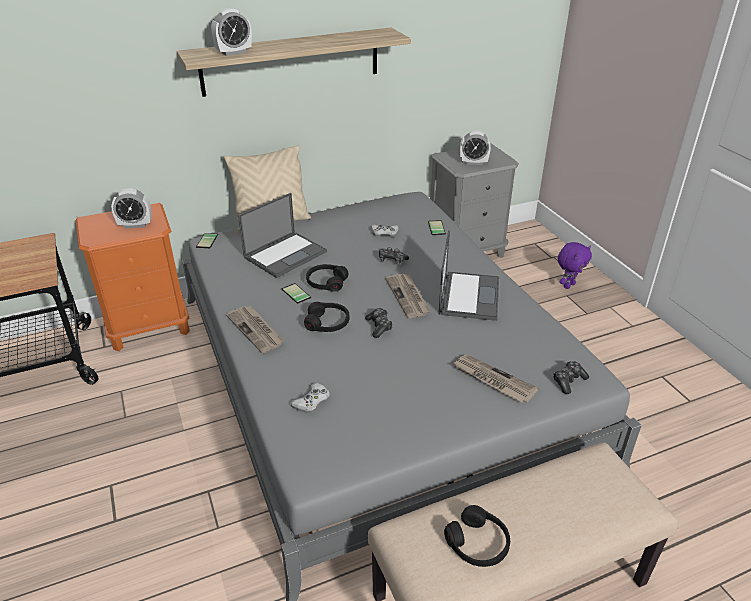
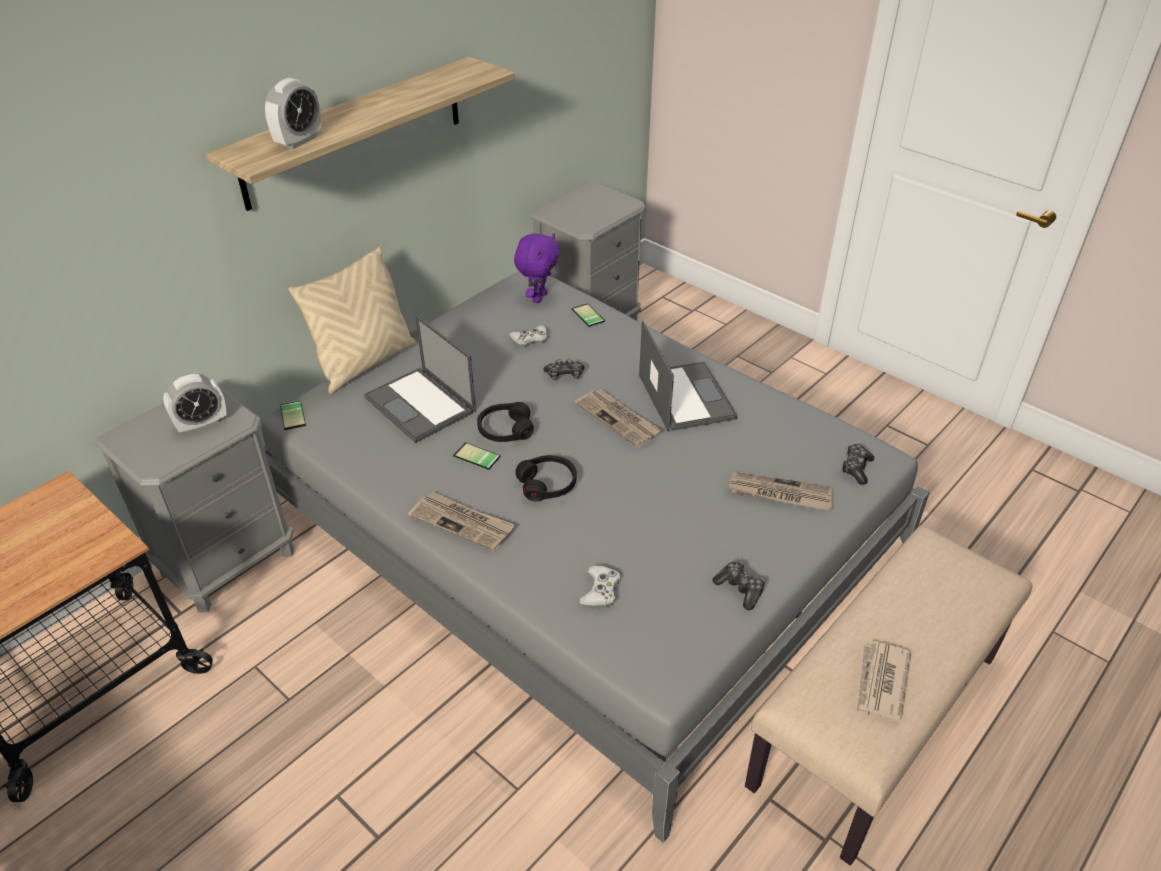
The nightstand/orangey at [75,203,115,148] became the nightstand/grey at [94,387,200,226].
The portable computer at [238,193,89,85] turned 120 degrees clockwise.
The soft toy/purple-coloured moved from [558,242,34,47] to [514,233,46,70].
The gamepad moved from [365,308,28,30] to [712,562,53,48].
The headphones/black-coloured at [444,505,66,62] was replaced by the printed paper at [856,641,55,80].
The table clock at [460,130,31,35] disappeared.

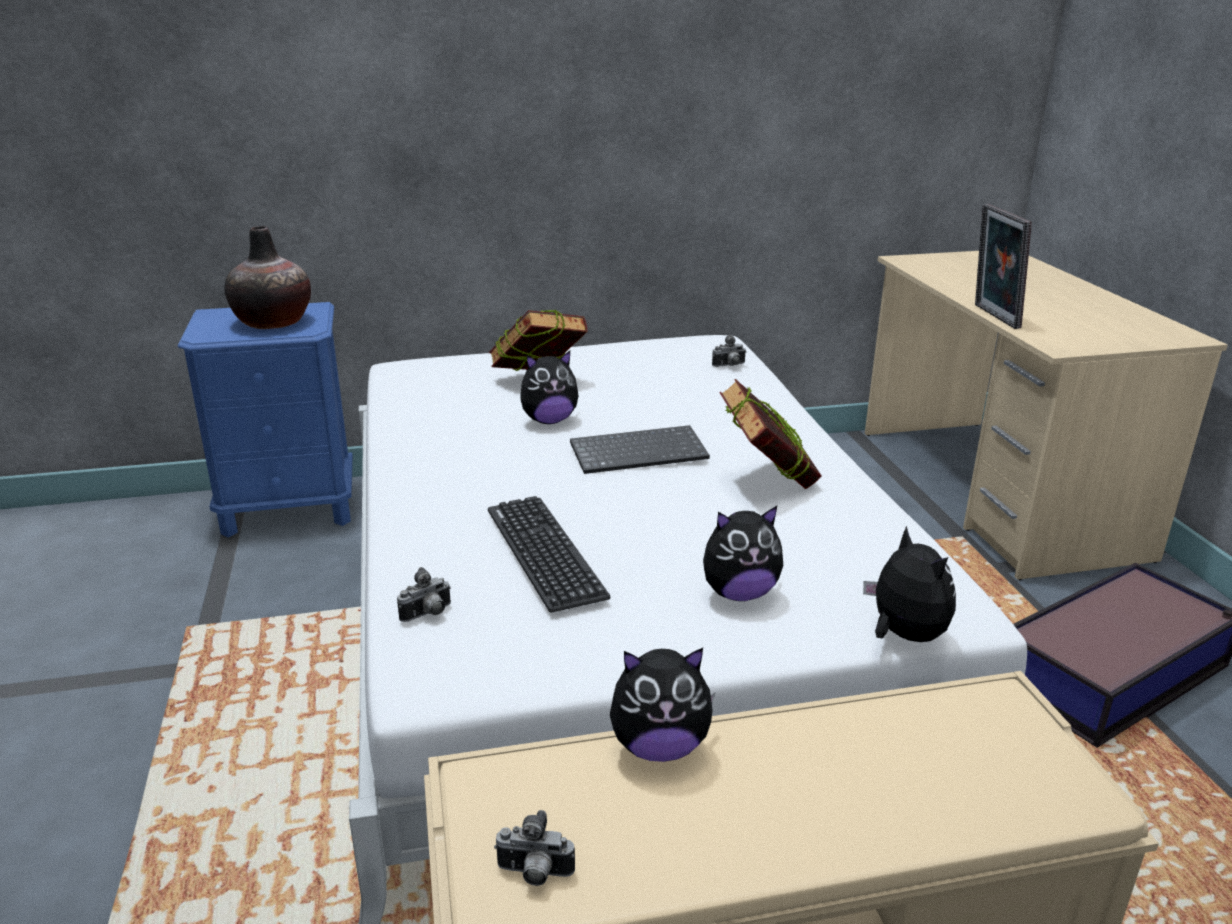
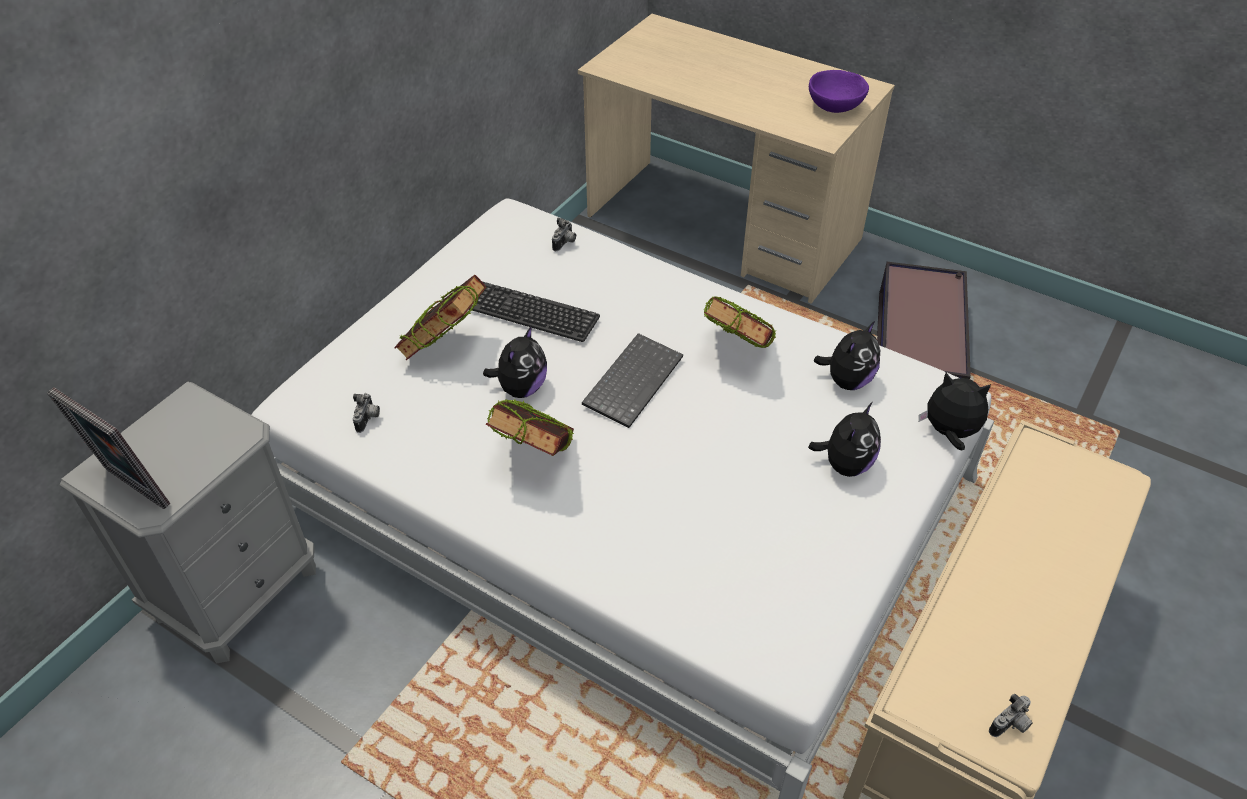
The picture frame moved from [975,204,57,125] to [47,387,123,122].
The nightstand/bluish at [178,302,175,235] became the nightstand/grey at [60,382,256,281].
The still camera moved from [397,567,54,55] to [353,393,27,40].
The PC keyboard moved from [488,496,122,116] to [469,281,131,61].
The bound book at [486,399,88,57] appeared.
The bowl/purple-coloured at [809,70,60,43] appeared.
The soft toy moved from [610,648,106,114] to [814,321,66,69].
The flower vase at [224,226,87,103] disappeared.

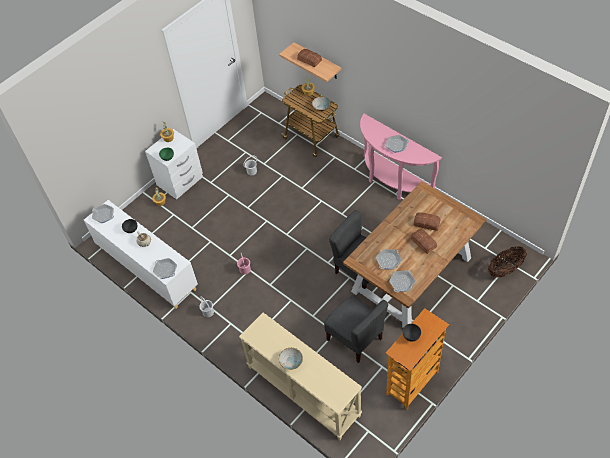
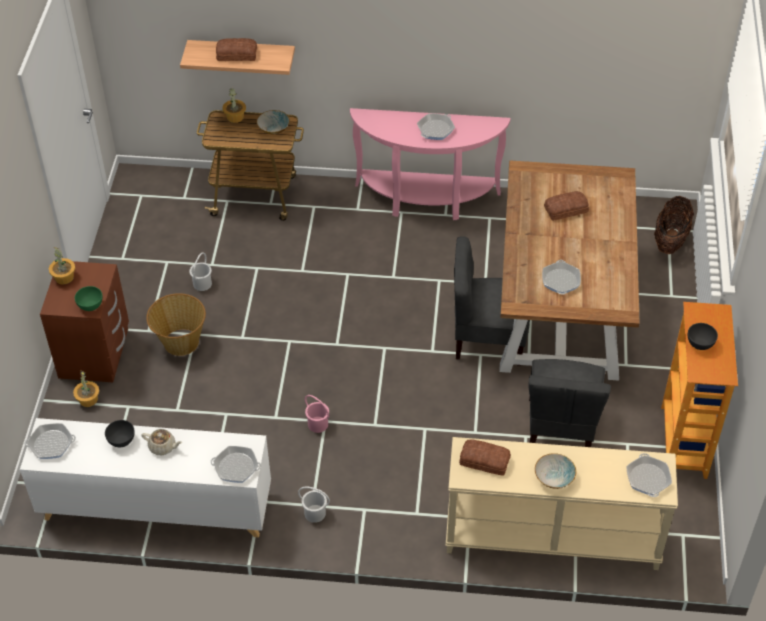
The nightstand/white at [145,129,58,70] became the nightstand/brown at [40,261,89,121].
The basket at [146,293,60,63] appeared.
The bread moved from [410,229,27,25] to [459,440,52,35].
The plain chair/grey at [324,295,64,68] turned 90 degrees clockwise.
The pan moved from [389,270,26,22] to [626,453,46,44].

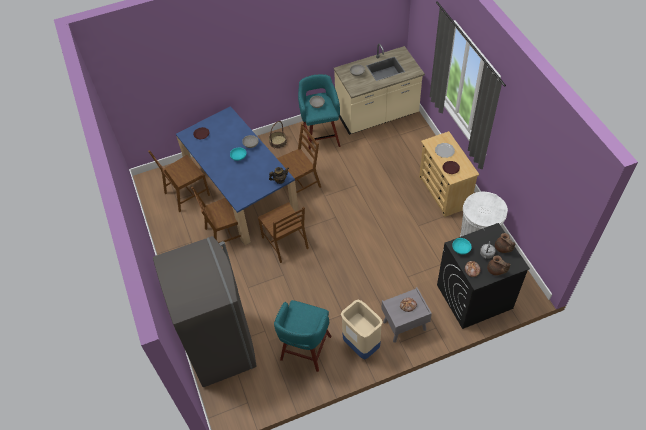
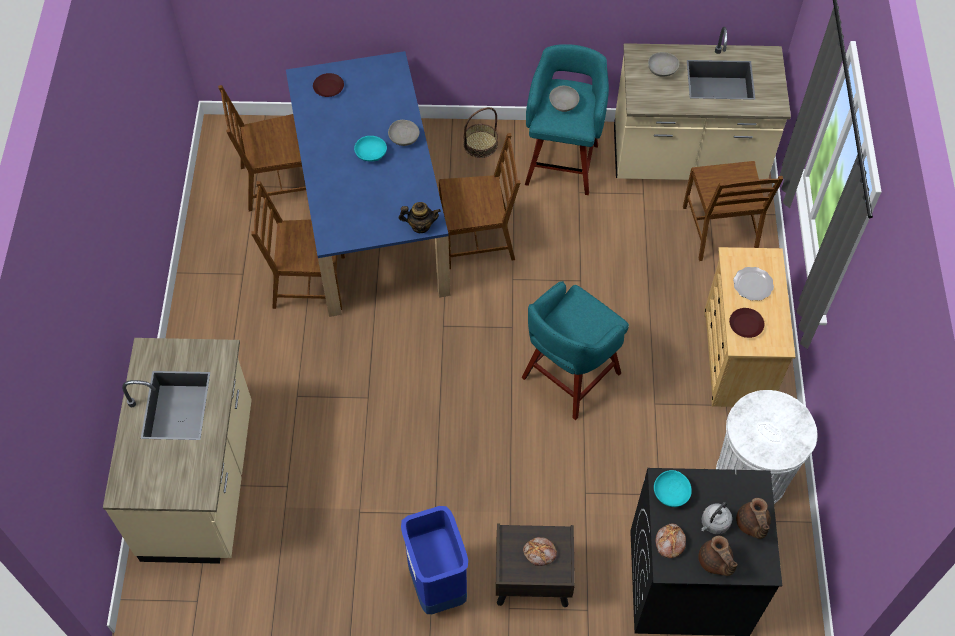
The fridge/grey at [153,236,103,151] was replaced by the kitchen counter/sand-coloured at [103,338,149,226].
The trash can/sand-coloured at [341,300,42,59] became the trash can/bluish at [401,506,67,108].
The nightstand/grey at [381,287,51,56] became the nightstand/brown at [496,523,79,84].
The stool seat/turquoise moved from [274,300,57,72] to [522,281,107,139].
The plain chair/brown moved from [258,202,51,61] to [683,161,100,100].

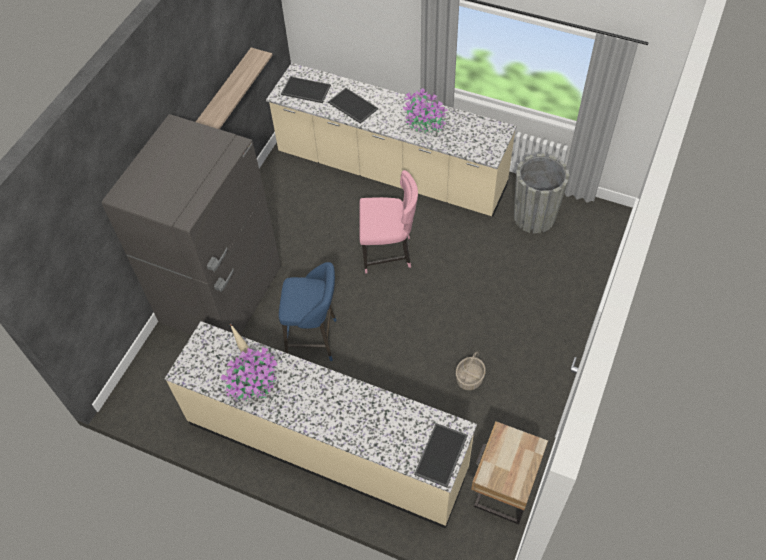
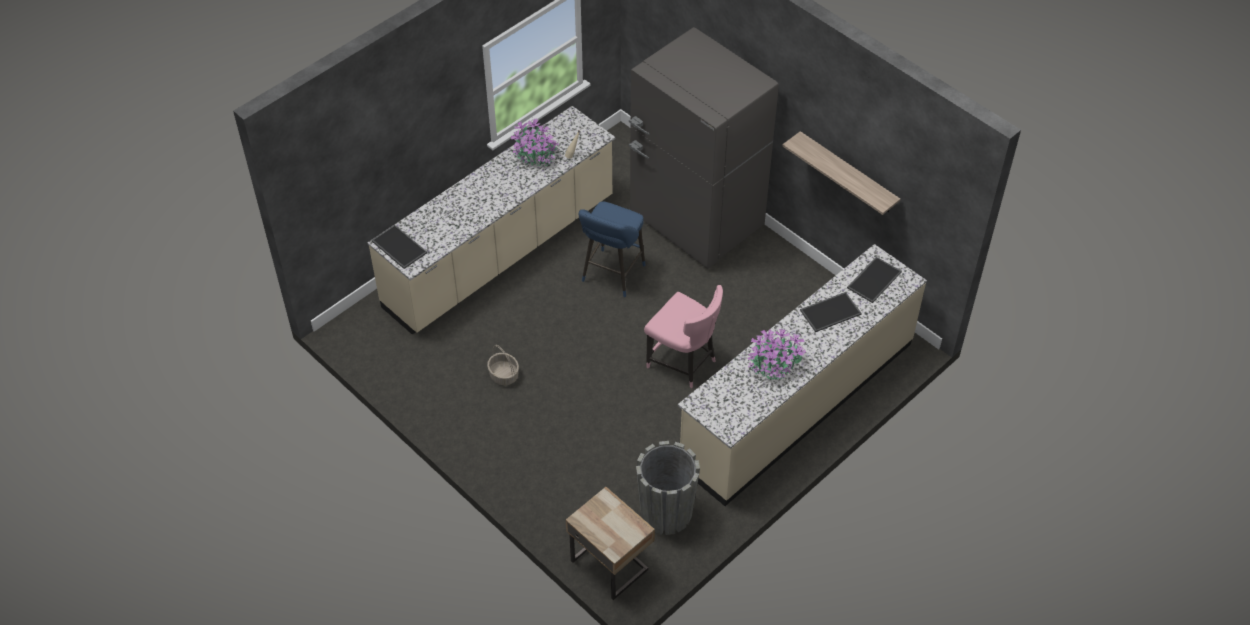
The nightstand/sand-coloured moved from [471,421,77,103] to [566,487,89,113].
The plain chair/pinkish at [360,170,58,103] turned 75 degrees counterclockwise.

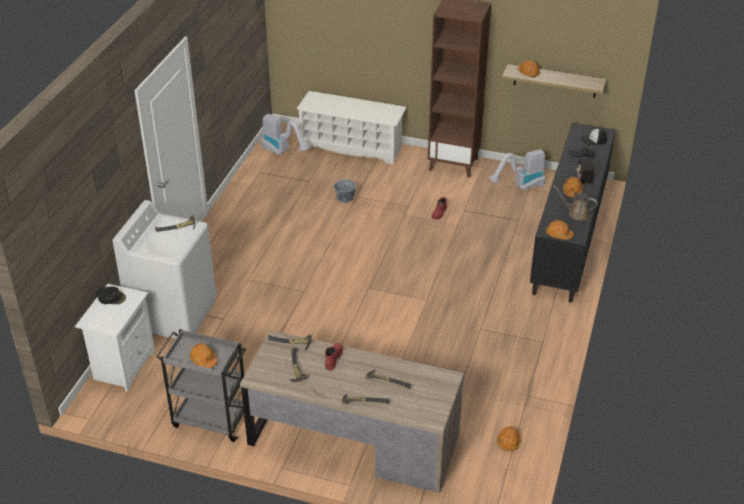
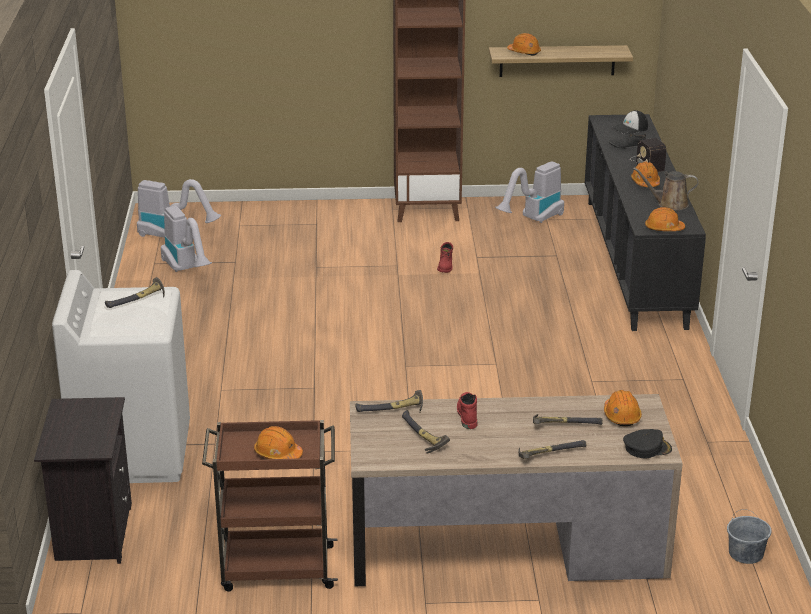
The nightstand/white at [75,284,80,108] became the nightstand/black-coloured at [34,397,98,167].
The vacuum at [161,206,51,66] appeared.
The wheeled cart/grey at [156,329,90,113] became the wheeled cart/brown at [202,420,136,172].
The hard hat/orangey moved from [497,426,24,25] to [604,390,38,36].
The cap/black-coloured moved from [96,286,30,18] to [623,429,49,30].
The pail/grey moved from [334,179,22,24] to [727,509,45,55].
The shoe shelf/white at [296,91,110,74] disappeared.

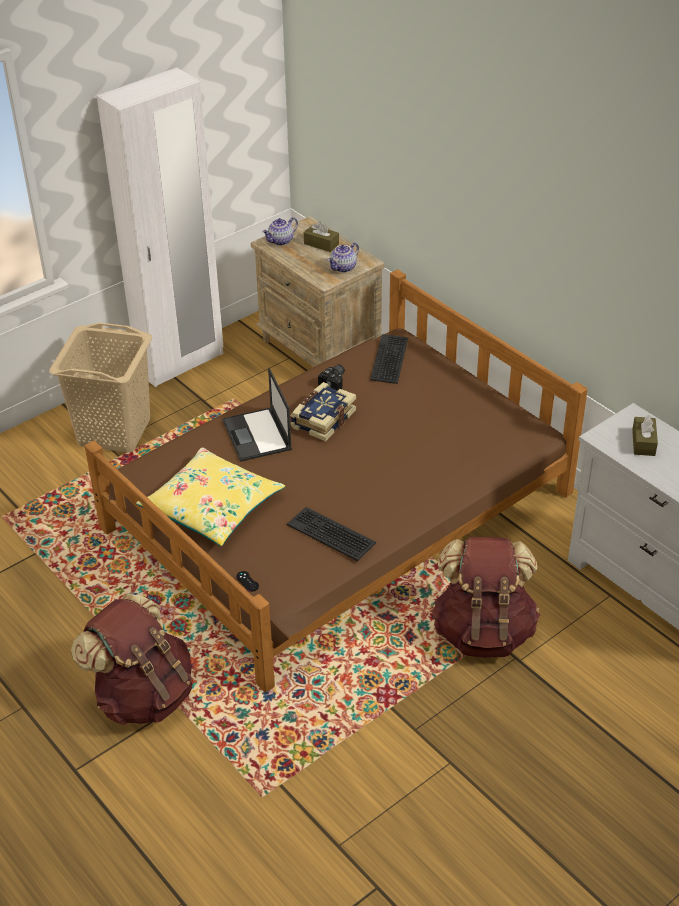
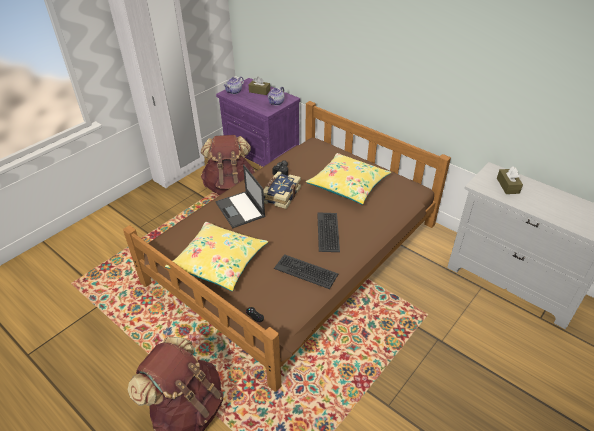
The knapsack/brown moved from [431,537,109,121] to [201,135,54,60].
The nightstand/sand-coloured at [251,216,133,151] became the nightstand/purple-coloured at [216,78,84,89].
The pillow/yellow at [306,153,85,52] appeared.
The PC keyboard moved from [370,334,38,50] to [317,213,23,39].
The hamper/sand-coloured at [49,322,103,131] disappeared.

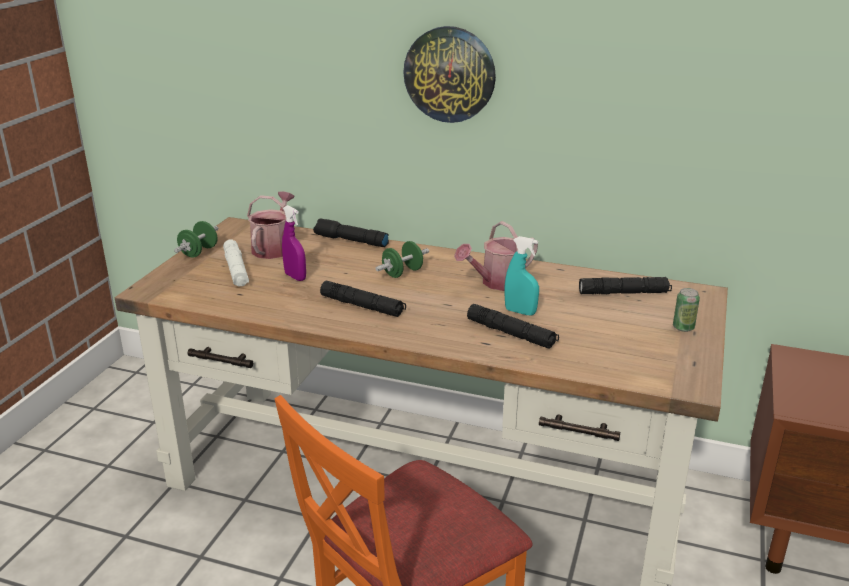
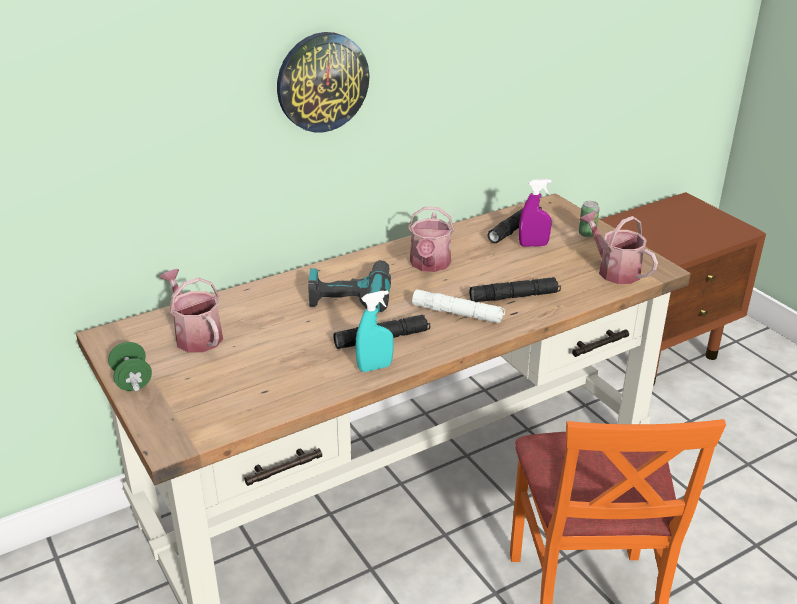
The hand weight/green at [376,241,53,37] was replaced by the drill at [308,260,83,53].
The hand sprayer/turquoise moved from [504,236,35,79] to [355,290,39,82].
The torch/white moved from [223,240,26,47] to [412,290,93,33].
The hand sprayer/purple-coloured moved from [282,205,24,76] to [519,179,33,68].
The watering pot at [579,211,79,73] appeared.
The torch/black-coloured at [313,218,76,29] disappeared.

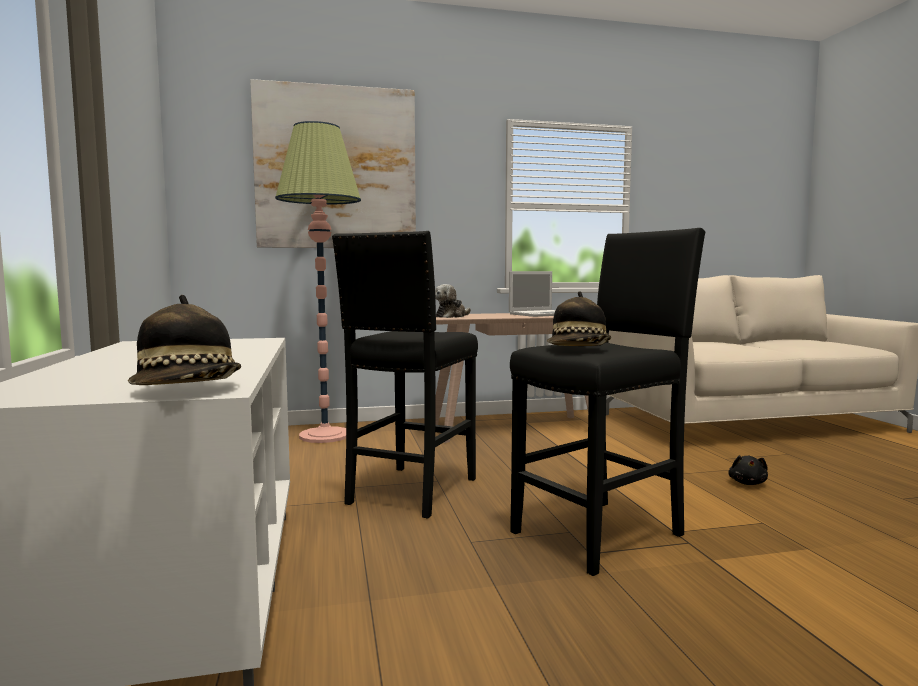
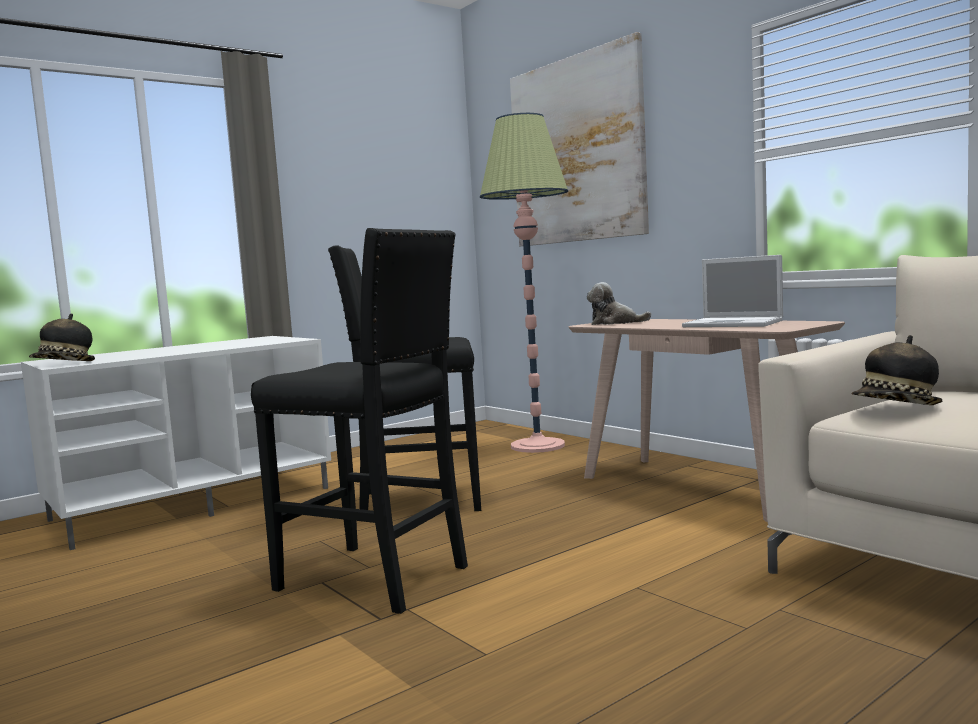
The clothing hat moved from [547,291,64,55] to [851,335,92,70].
The soft toy/black-coloured at [728,455,40,30] disappeared.

